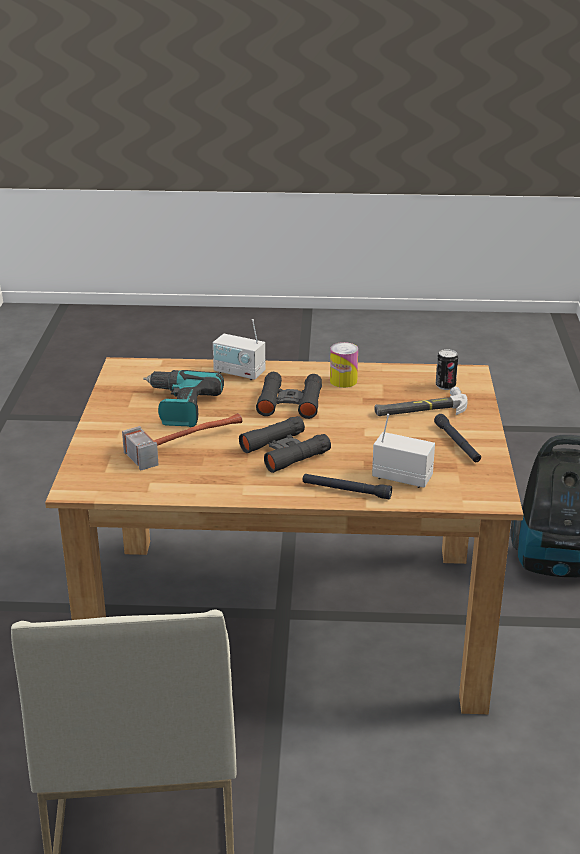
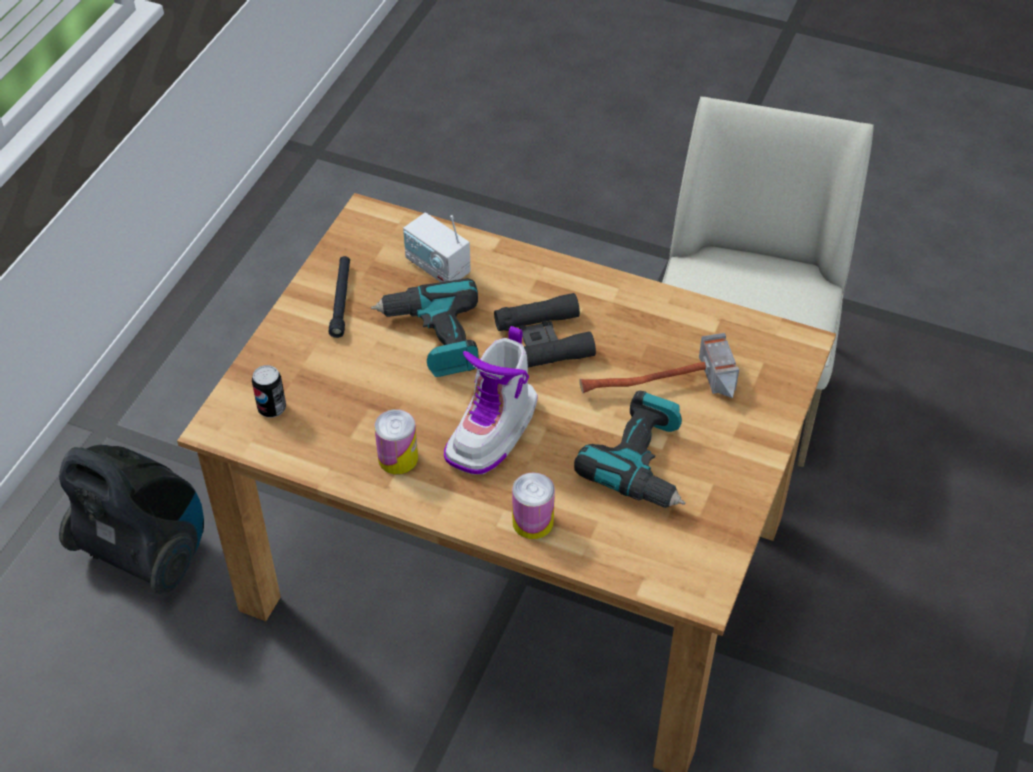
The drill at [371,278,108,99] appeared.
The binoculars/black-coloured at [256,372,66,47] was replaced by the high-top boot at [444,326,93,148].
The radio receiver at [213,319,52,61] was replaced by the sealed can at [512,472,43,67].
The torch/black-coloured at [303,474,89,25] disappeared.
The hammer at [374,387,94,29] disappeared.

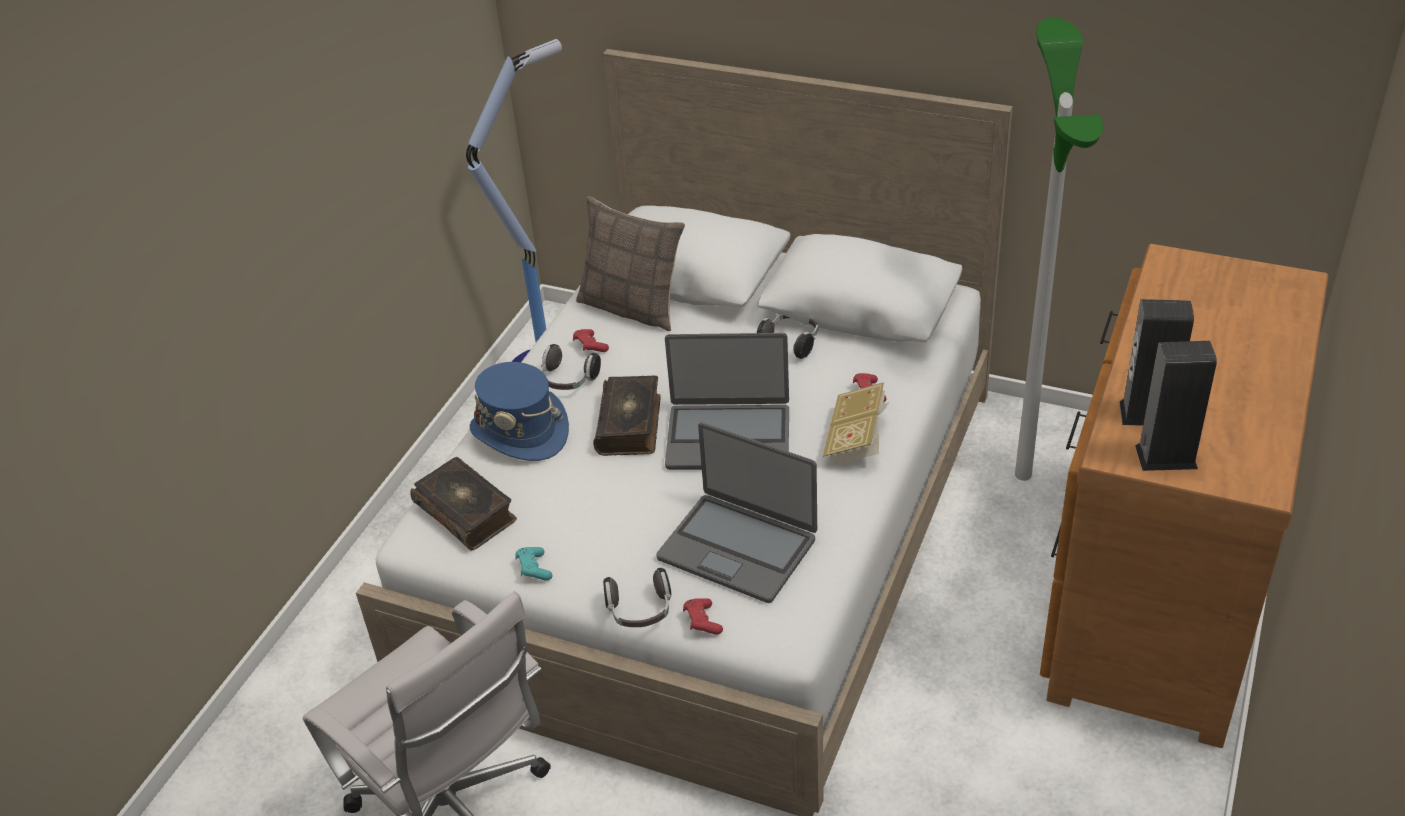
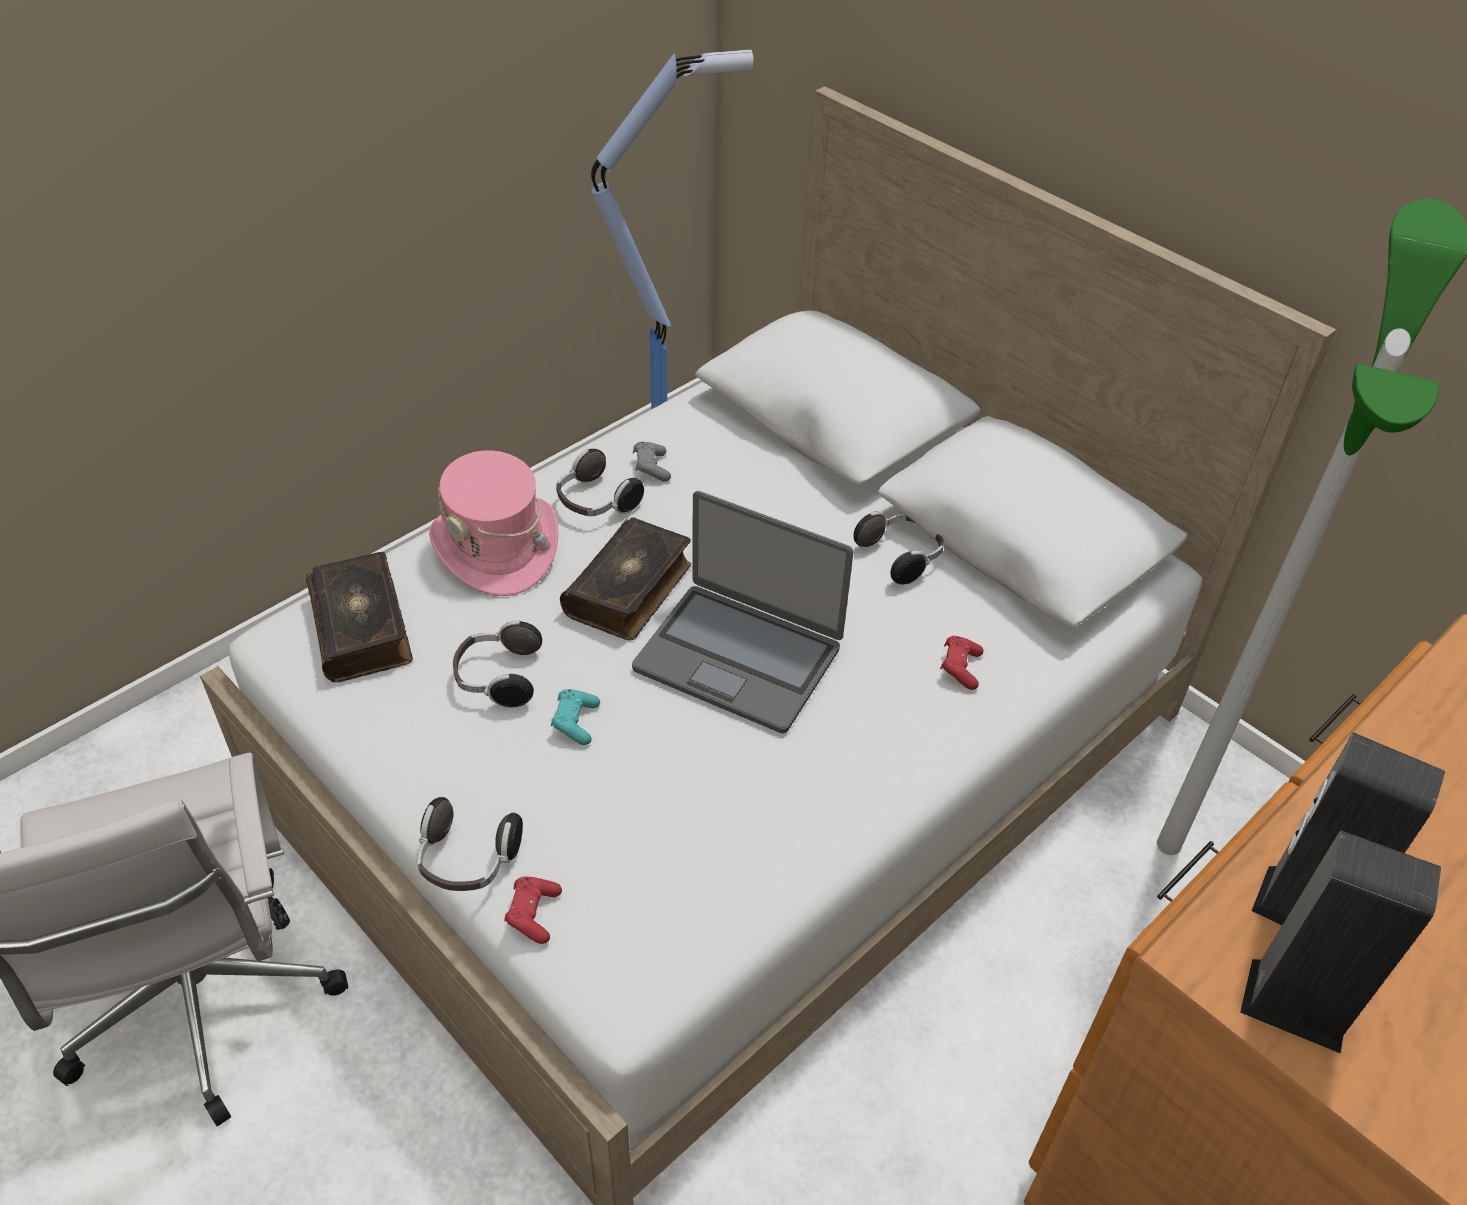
The clothing hat/bluish at [470,362,99,99] became the clothing hat/pinkish at [429,450,130,146].
The headphones at [453,620,89,88] appeared.
The gamepad/turquoise moved from [515,547,38,34] to [551,689,49,56].
The gamepad/reddish at [573,329,36,23] became the gamepad/grey at [633,442,38,40].
The pillow at [576,196,109,135] disappeared.
The portable computer at [656,422,161,181] disappeared.
The bound book at [823,382,67,83] disappeared.

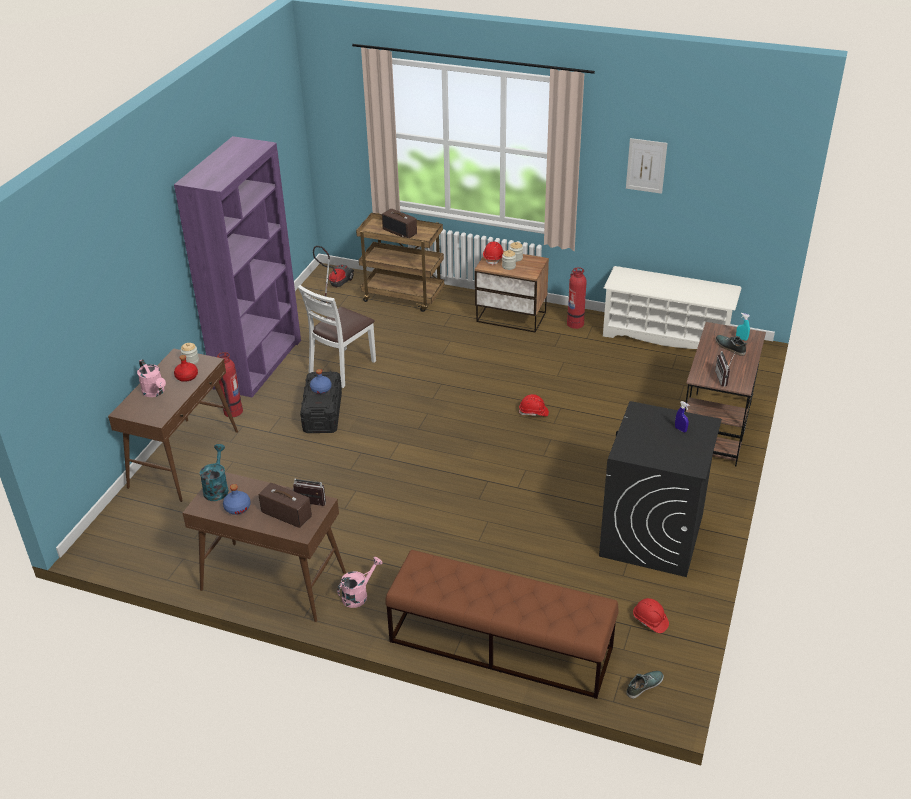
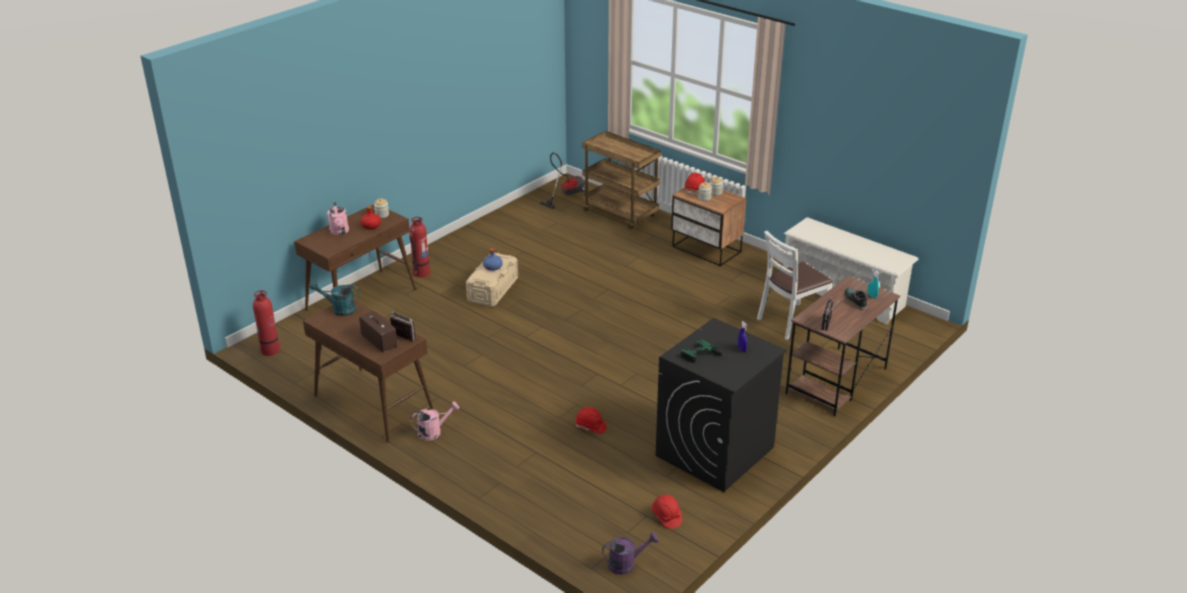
The fire-fighting cylinder moved from [567,267,20,62] to [253,290,27,66].
The watering pot/turquoise at [200,444,29,57] turned 105 degrees counterclockwise.
The storage box/black-coloured at [300,371,42,62] became the storage box/sand-coloured at [466,253,52,54].
The hard hat/reddish moved from [519,394,30,22] to [575,407,32,27].
The low shoe at [626,671,38,28] was replaced by the watering pot/purple-coloured at [602,532,56,43].
The drill at [681,339,47,24] appeared.
The plain chair/white moved from [298,285,78,103] to [757,231,76,109].
The bookcase/purple-coloured at [174,136,127,261] disappeared.
The bottle/bluish at [223,484,28,31] disappeared.
The radio receiver at [382,209,35,29] disappeared.
The bench/brown at [385,550,234,149] disappeared.
The picture at [626,138,41,56] disappeared.

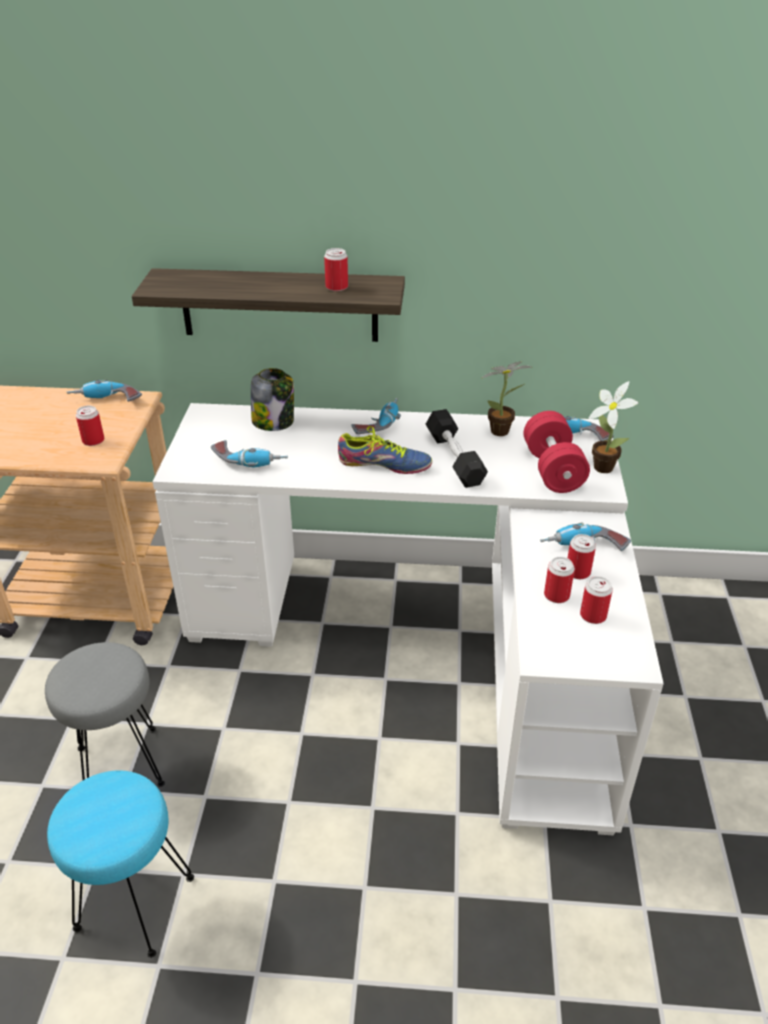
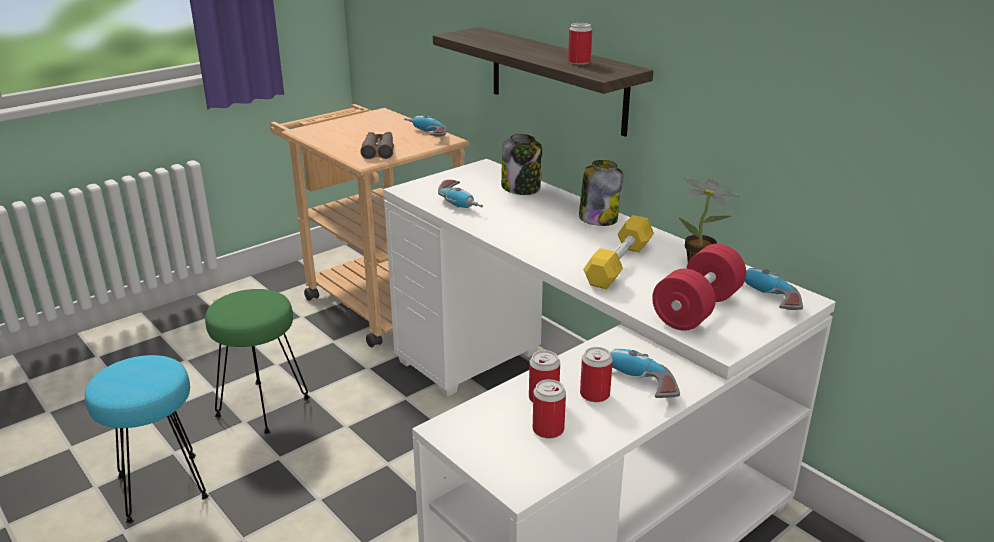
The stool seat/grey at [45,642,120,145] became the stool seat/green at [205,289,105,145].
The sealed can at [76,405,28,41] was replaced by the binoculars/grey at [360,132,34,27].
The drill at [351,398,50,36] was replaced by the preserve jar at [579,160,44,66].
The hand weight/black-coloured at [426,409,62,79] became the hand weight/yellow at [583,215,71,74].
The low shoe at [338,426,94,48] disappeared.
The plant in a pot at [588,381,50,92] disappeared.

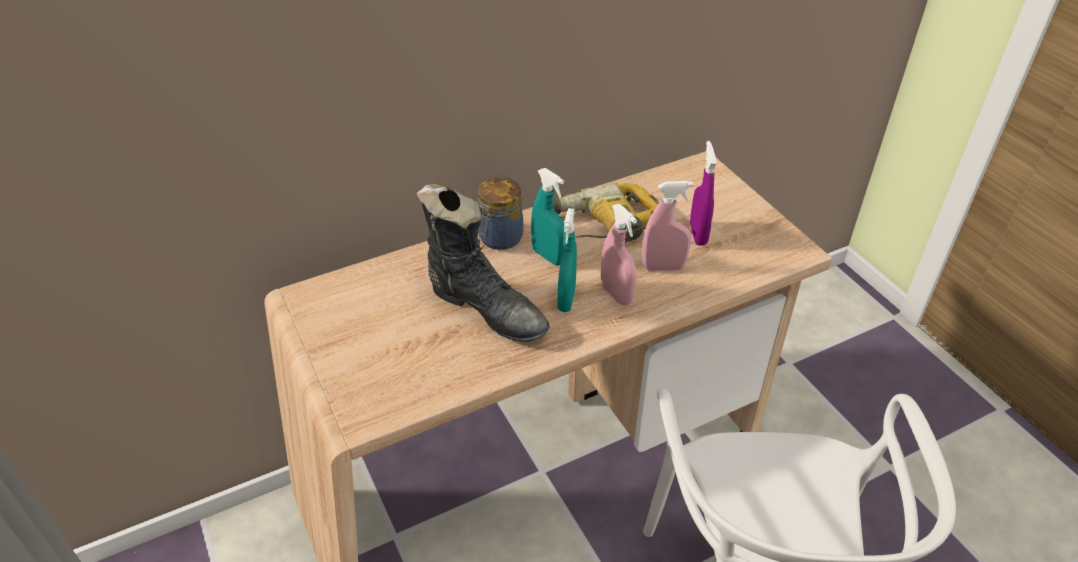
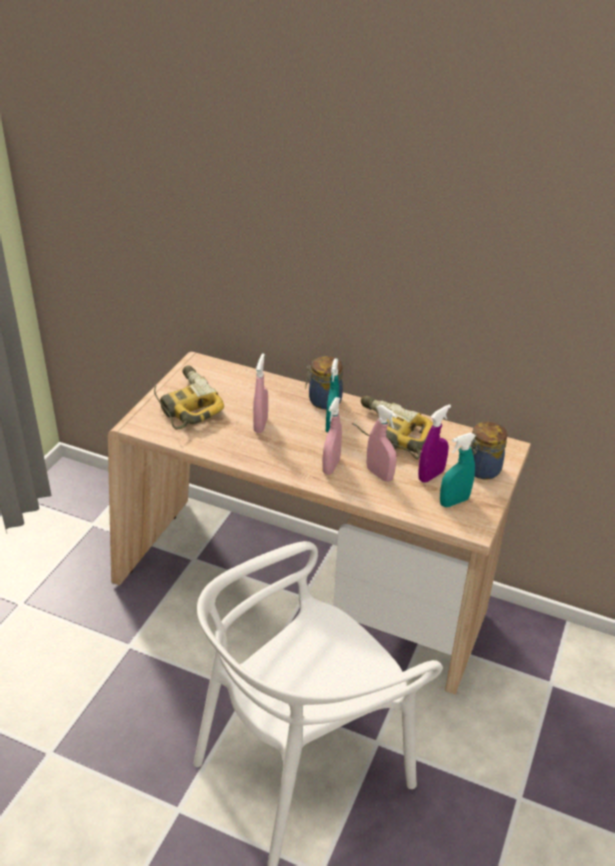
The drill at [154,365,70,65] appeared.
The high-top boot/black-coloured at [417,184,133,158] was replaced by the hand sprayer/pinkish at [253,353,15,80].
The hand sprayer/turquoise moved from [558,208,19,104] to [440,433,36,74].
The preserve jar at [470,422,37,57] appeared.

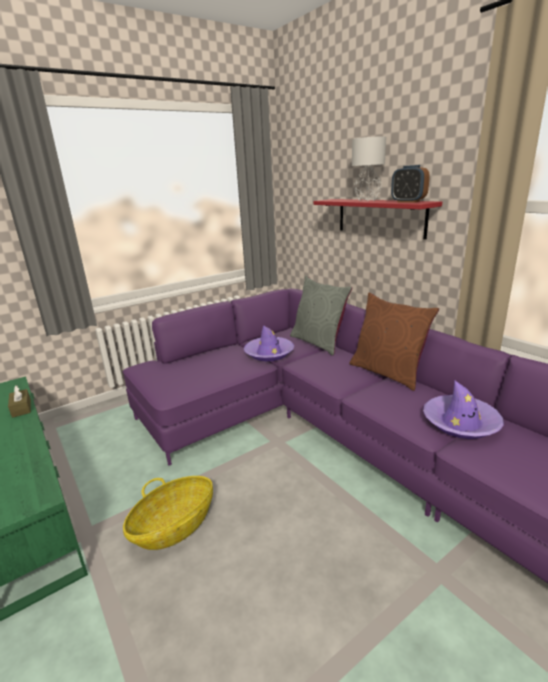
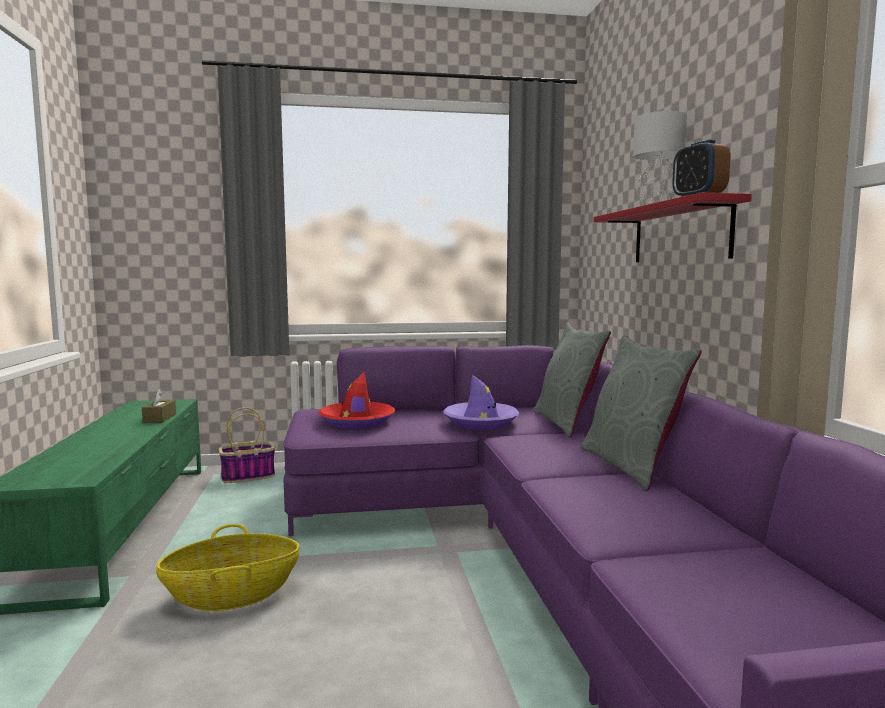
The basket at [219,407,56,76] appeared.
The clothing hat/reddish at [318,371,77,58] appeared.
The pillow/brown at [349,293,90,98] became the pillow/grey at [581,335,121,156].
The clothing hat/purple-coloured at [423,381,81,58] disappeared.

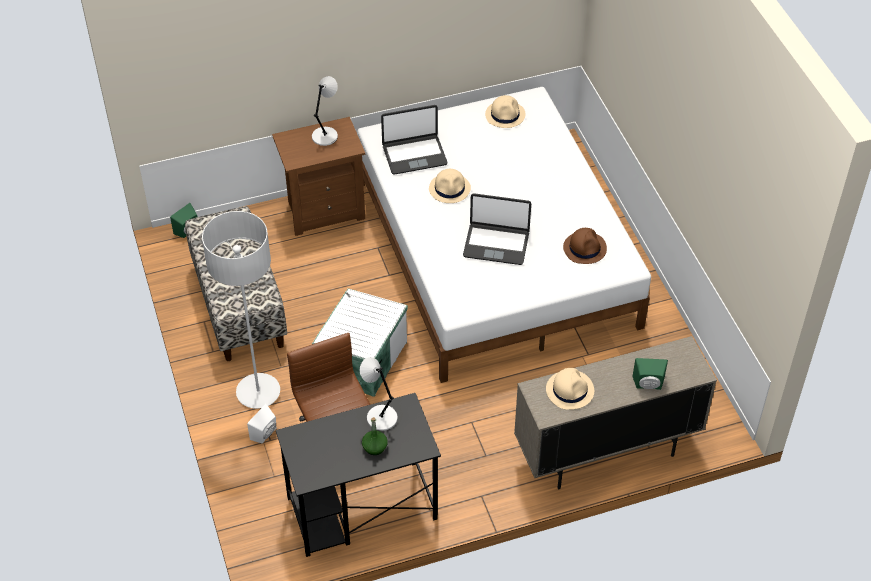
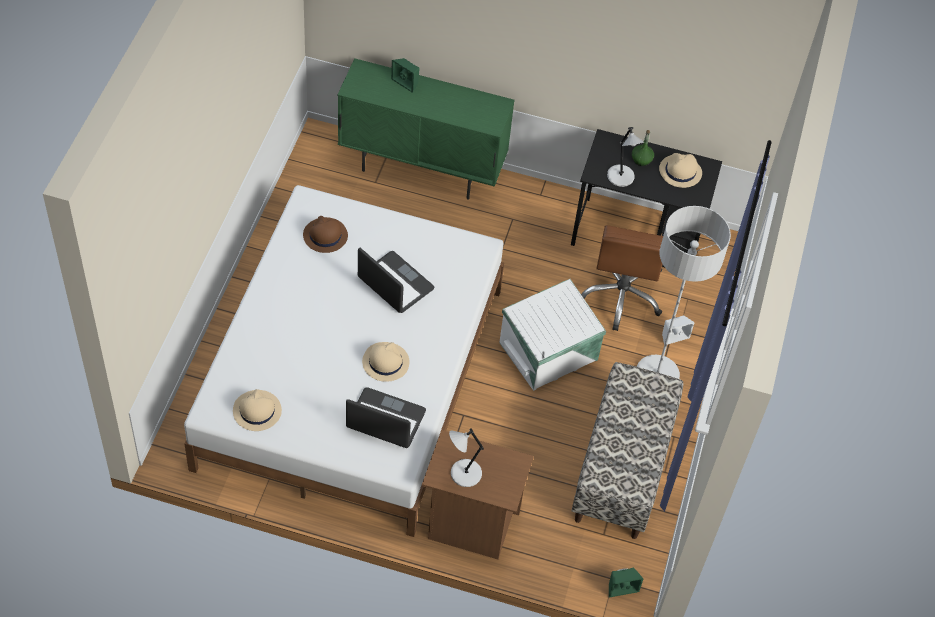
The cabinet/sand-coloured at [514,336,203,153] became the cabinet/green at [337,58,178,142].
The clothing hat/sand-coloured moved from [546,368,48,42] to [659,153,43,35].

